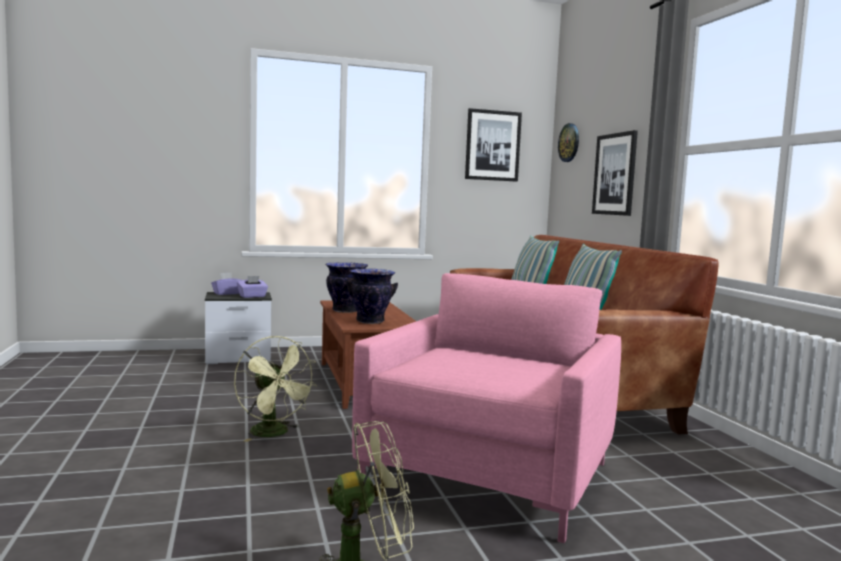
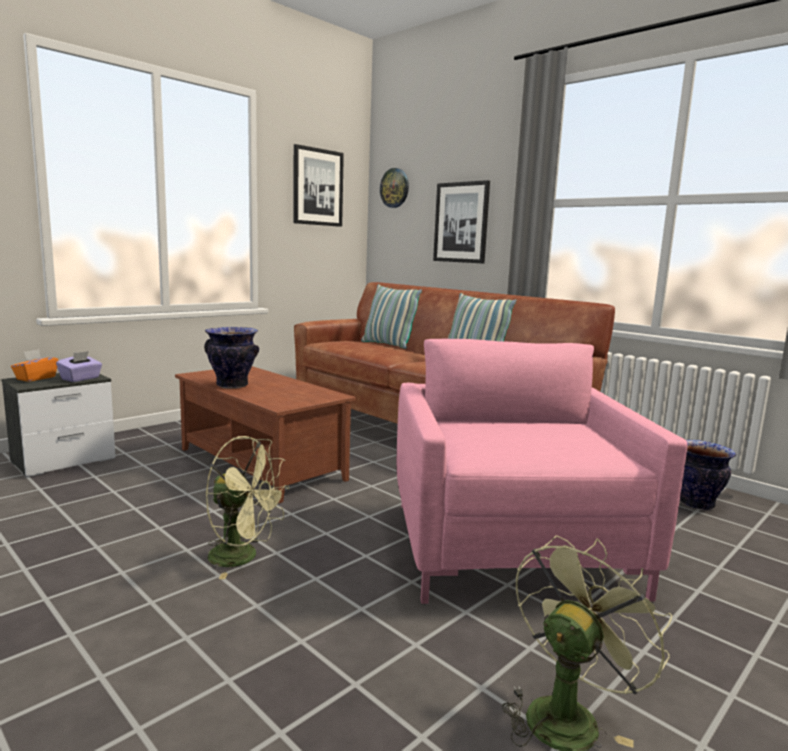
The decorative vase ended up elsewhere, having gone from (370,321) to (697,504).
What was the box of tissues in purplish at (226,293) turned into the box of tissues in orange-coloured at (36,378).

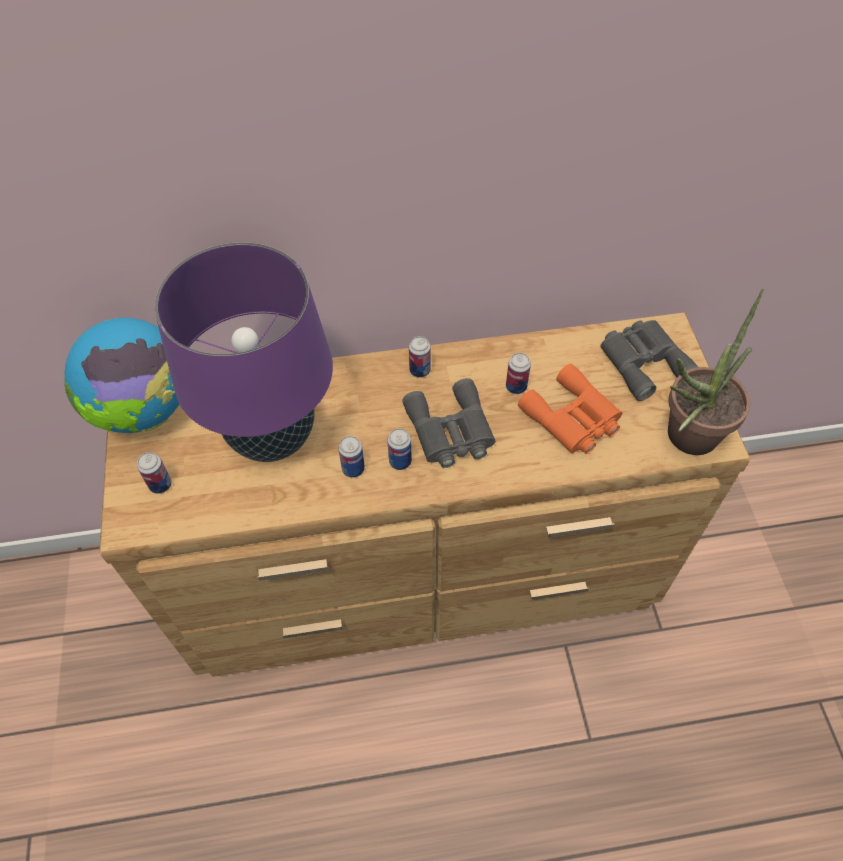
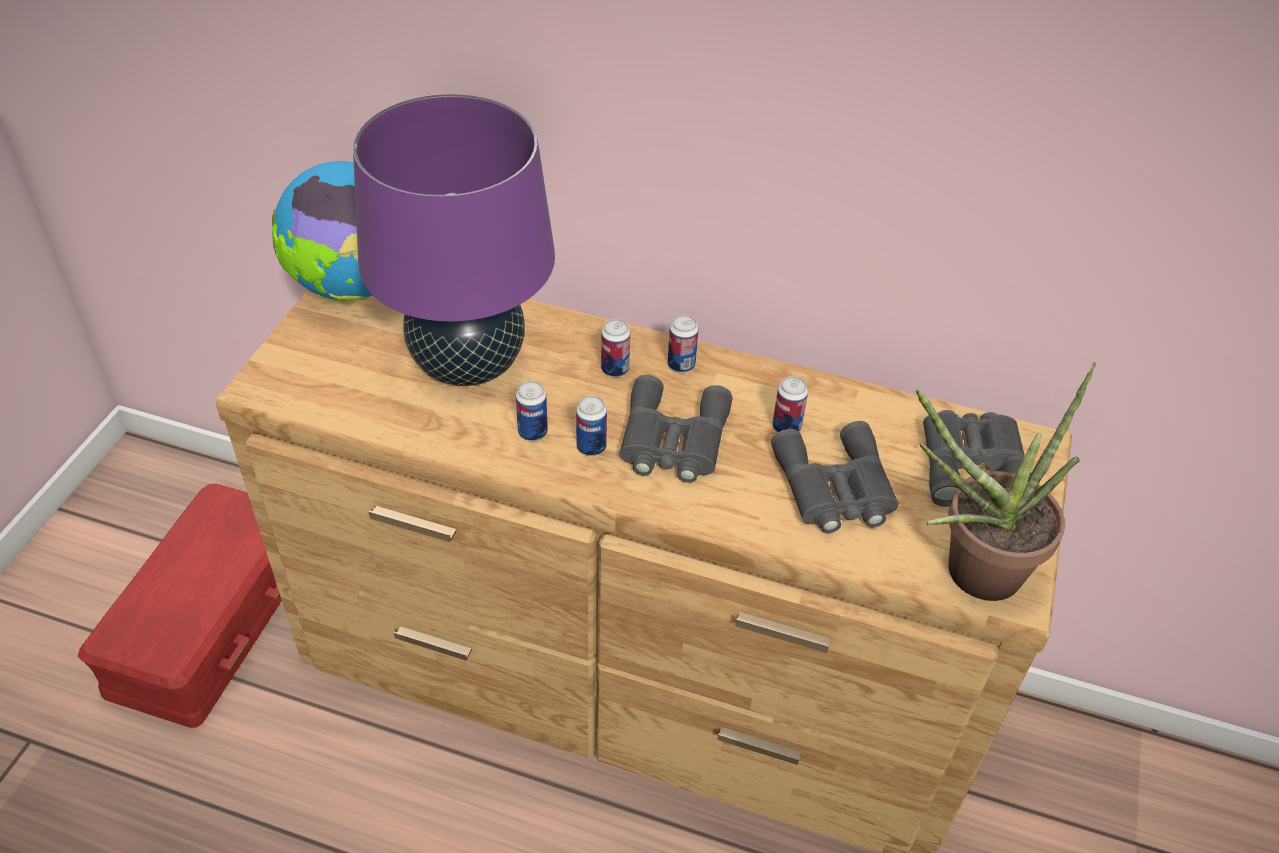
What was the field glasses in orange-coloured at (573,419) turned into the field glasses in grey at (834,489).
The metal can ended up elsewhere, having gone from (160,484) to (615,369).
The second view gained the storage bin in red at (209,619).

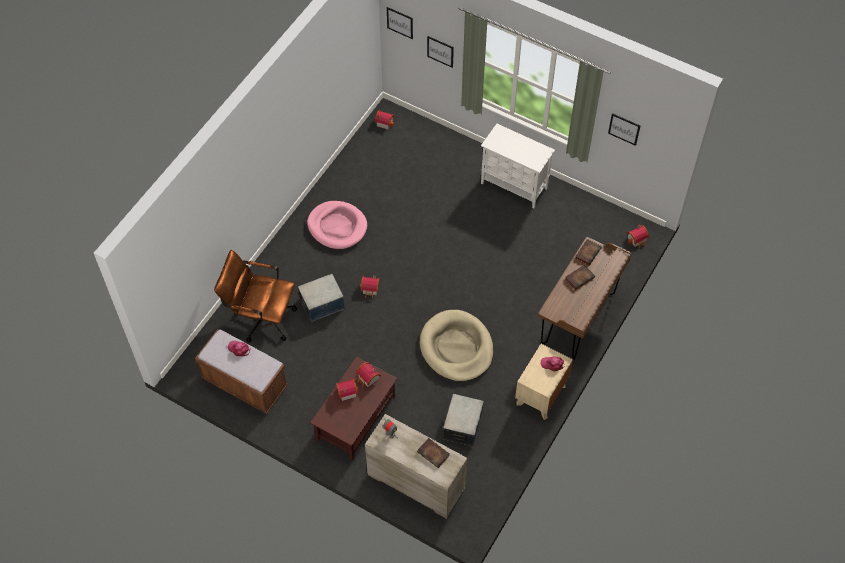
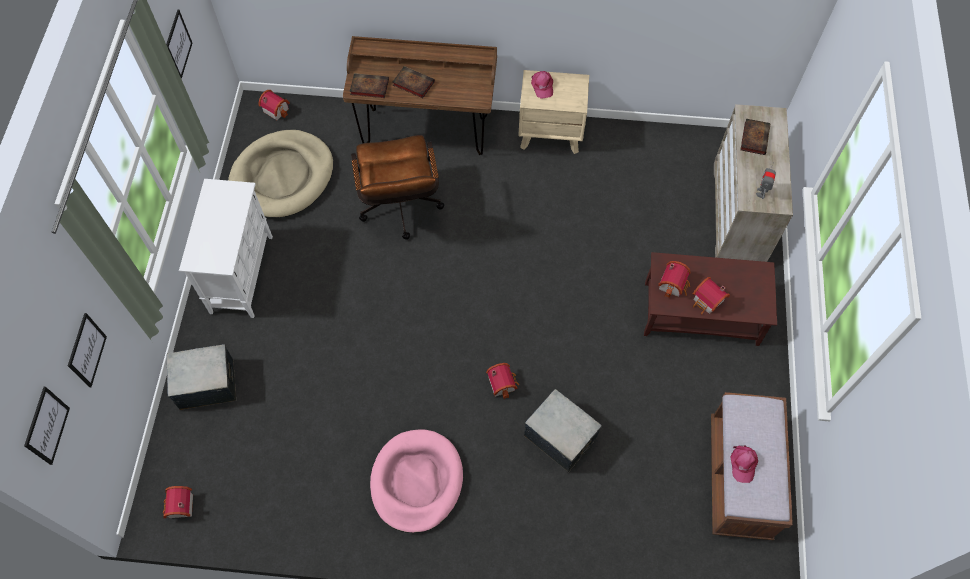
The desk chair in brown ended up elsewhere, having gone from (261,317) to (401,210).
The dog cushion in sand-coloured ended up elsewhere, having gone from (456,348) to (283,176).
The storage bin ended up elsewhere, having gone from (463,426) to (207,384).

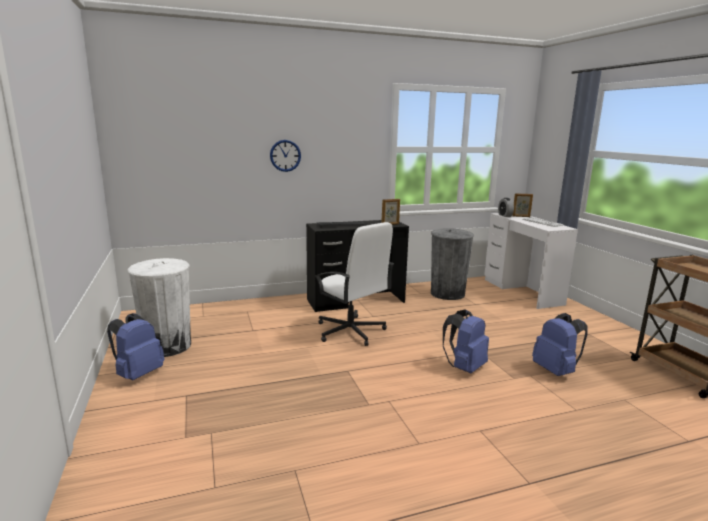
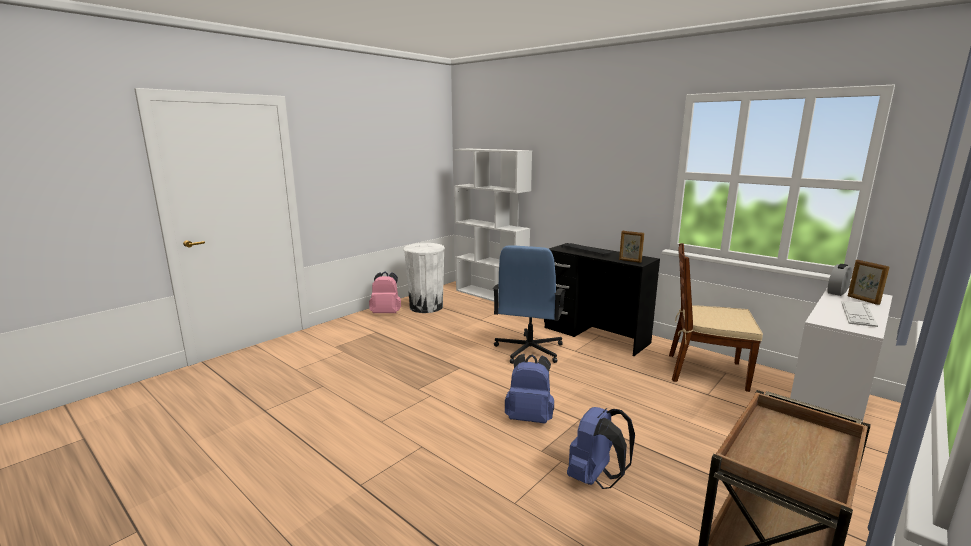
The second view lost the hanging clock at (285,155).
What was the desk chair in white at (350,331) turned into the desk chair in blue-coloured at (528,350).
Where the rubbish bin in grey stood at (447,294), the upright chair in brown came to stand at (705,371).
What was the backpack in blue-coloured at (138,374) turned into the backpack in pink-coloured at (386,313).
The second view gained the bookcase in white at (491,296).

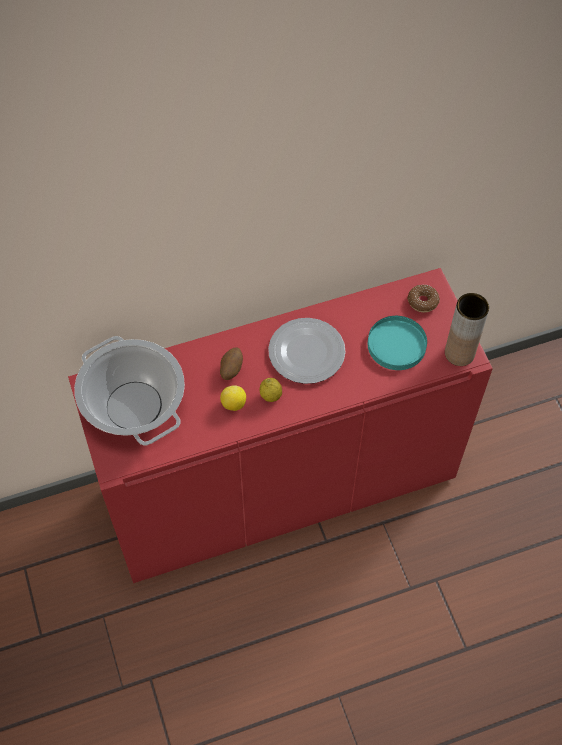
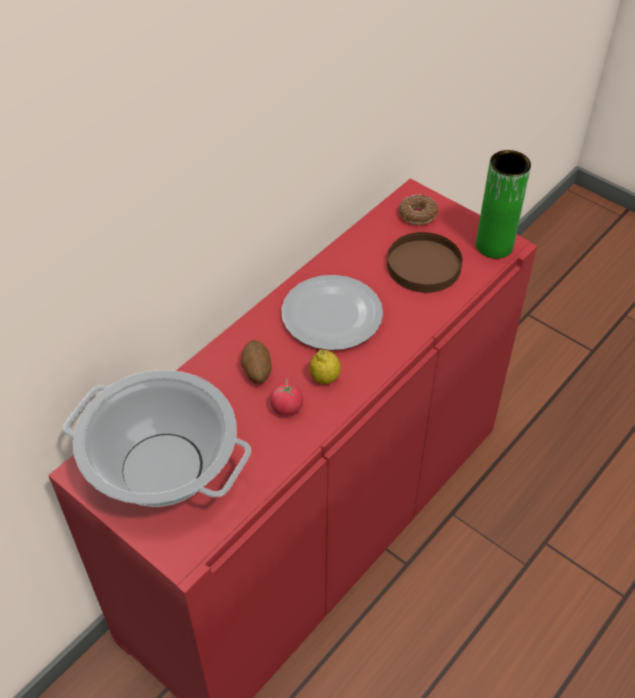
What was the decorative vase in brown at (459,353) turned into the decorative vase in green-coloured at (494,246).
What was the dinner plate in turquoise at (396,344) turned into the dinner plate in brown at (423,265).
Where the whole lemon stood at (233,404), the whole tomato came to stand at (287,407).

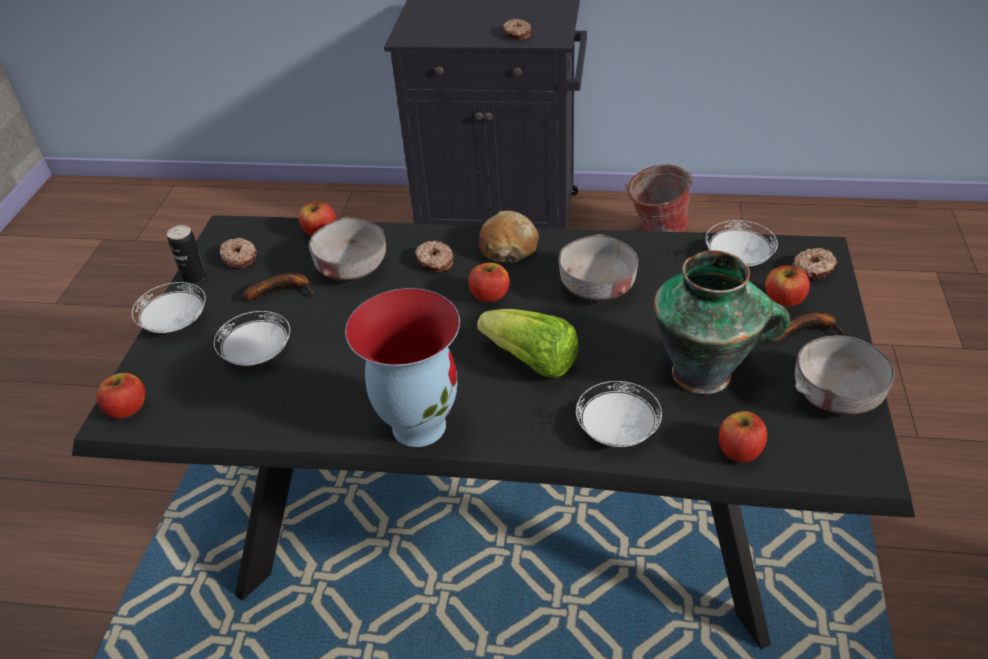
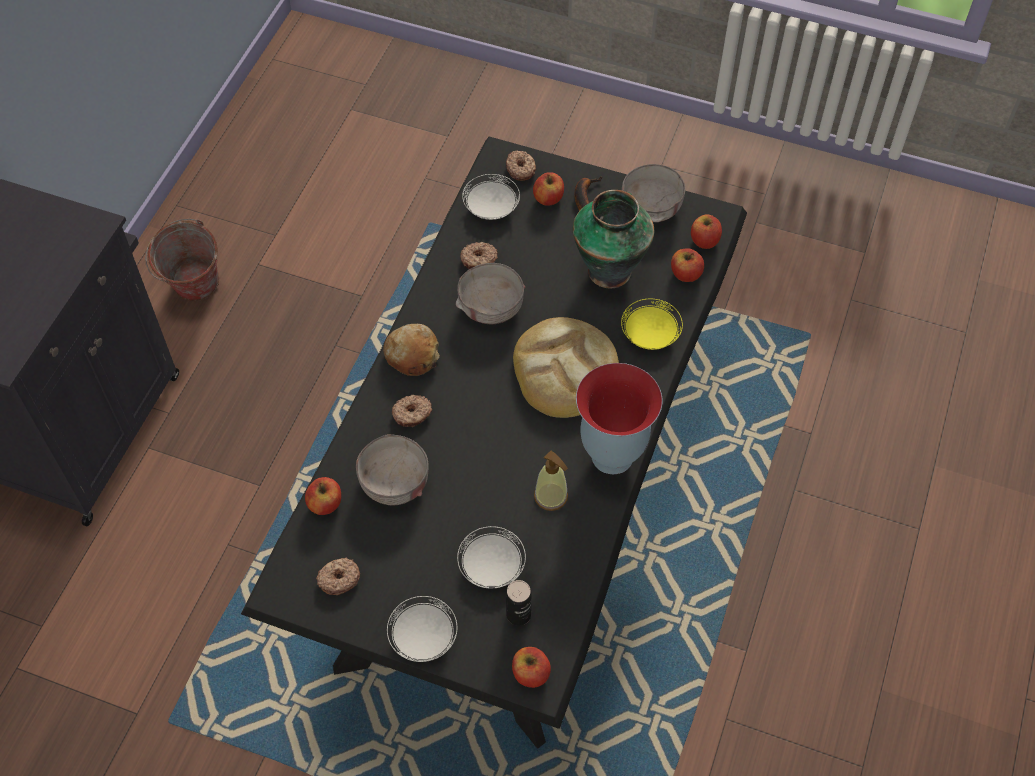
The doughnut ended up elsewhere, having gone from (517,34) to (479,260).
The metal can ended up elsewhere, having gone from (194,277) to (518,614).
The apple fruit ended up elsewhere, having gone from (490,295) to (704,240).
The second view lost the whole banana at (283,290).
Where the lettuce head stood at (531,361), the baked bread came to stand at (564,370).
What was the dinner plate in white at (617,431) turned into the dinner plate in yellow-coloured at (650,335).
The second view gained the soap bottle at (551,496).

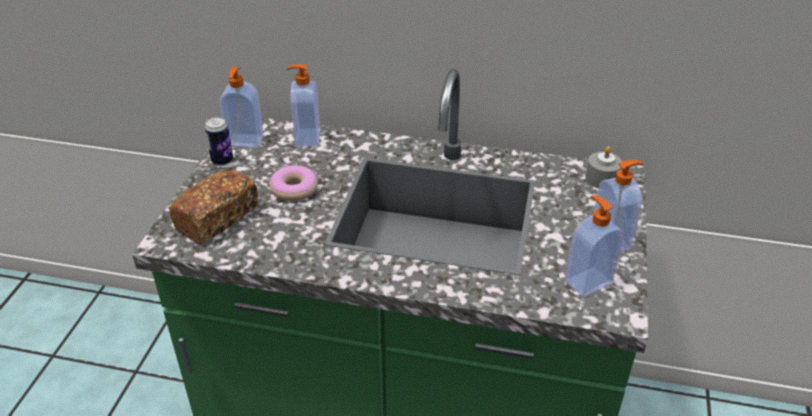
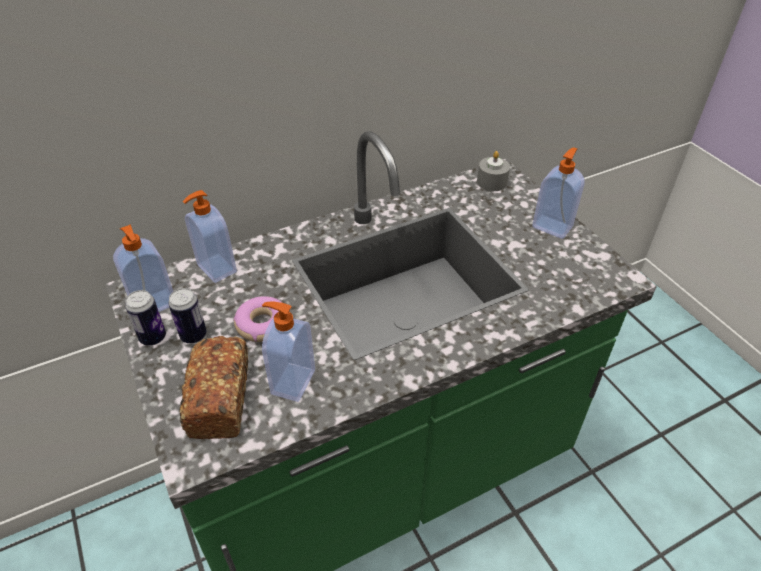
The soap bottle ended up elsewhere, having gone from (587,281) to (291,382).
The second view gained the metal can at (193,335).

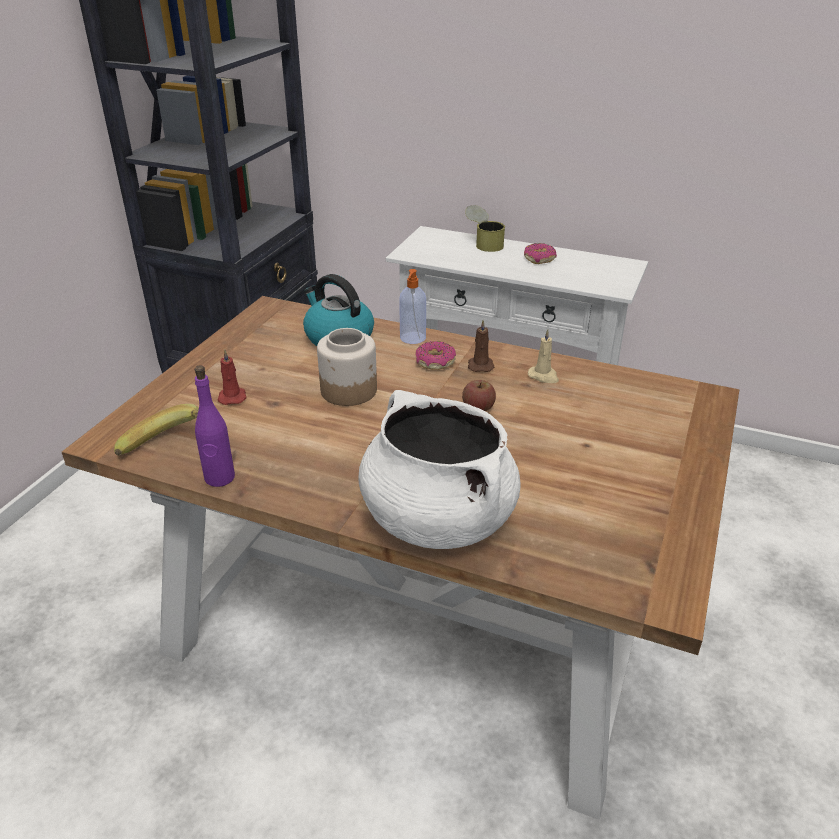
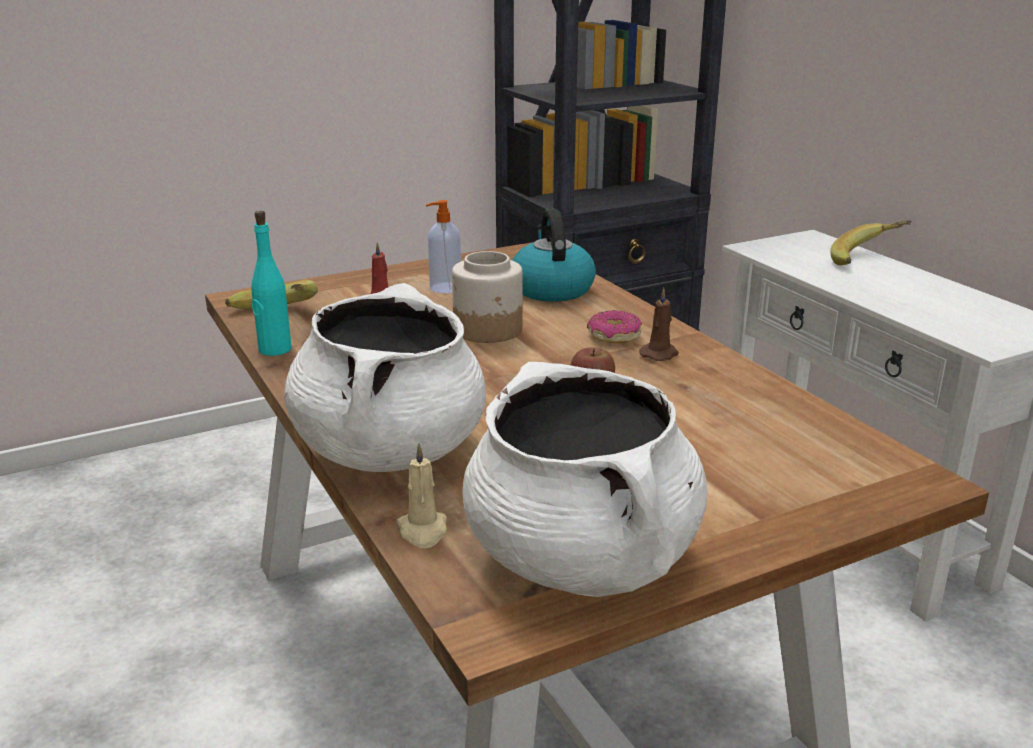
Where the metal can stood at (484,243), the whole banana came to stand at (867,261).
The second view lost the doughnut at (539,259).
The soap bottle ended up elsewhere, having gone from (412,338) to (444,288).
The candle in sand-coloured ended up elsewhere, having gone from (544,376) to (423,531).
What was the drink bottle in purplish at (219,478) turned into the drink bottle in turquoise at (274,349).
The second view gained the stockpot in white at (582,559).

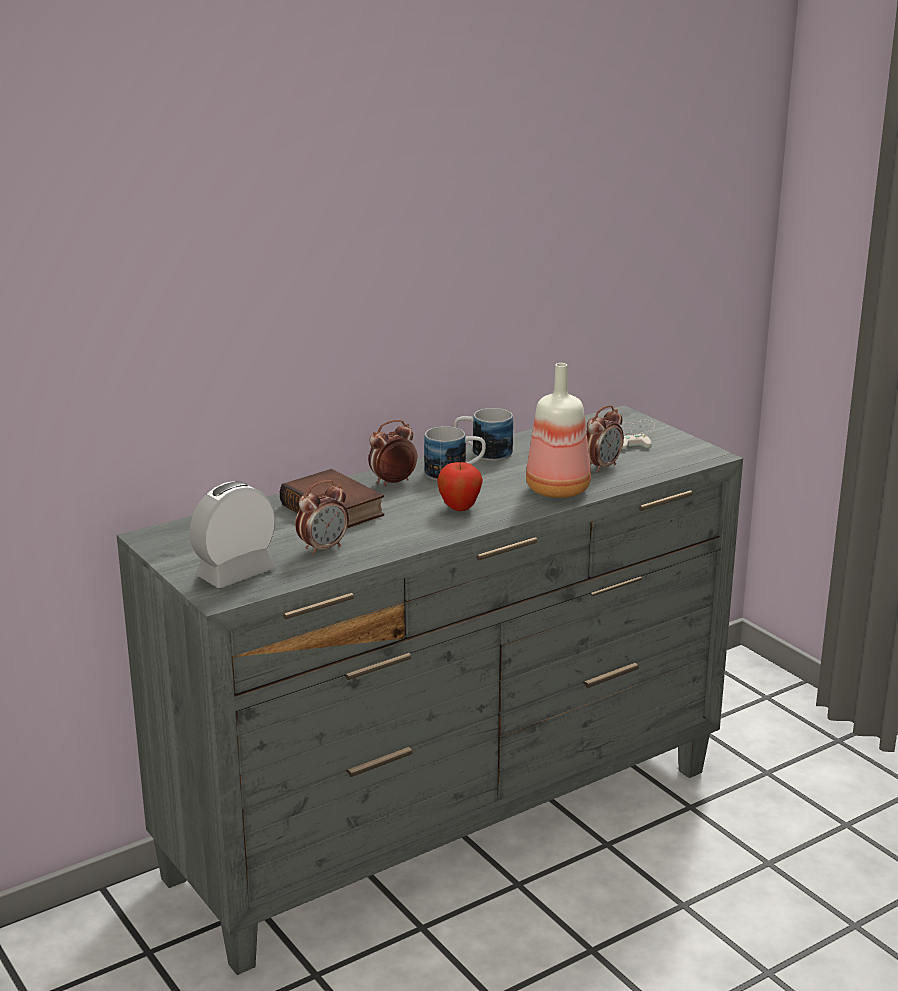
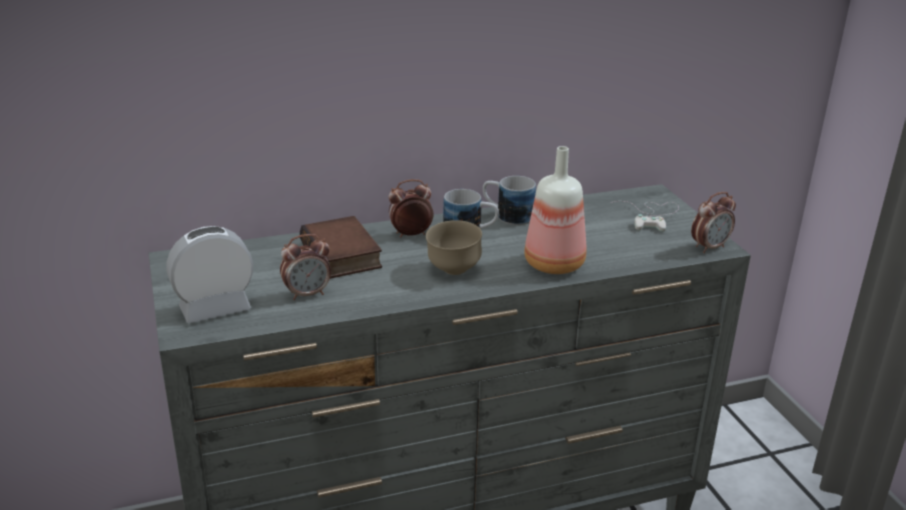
The bedside clock ended up elsewhere, having gone from (602,467) to (709,247).
Where the apple fruit stood at (459,509), the serving bowl in brown came to stand at (453,271).

